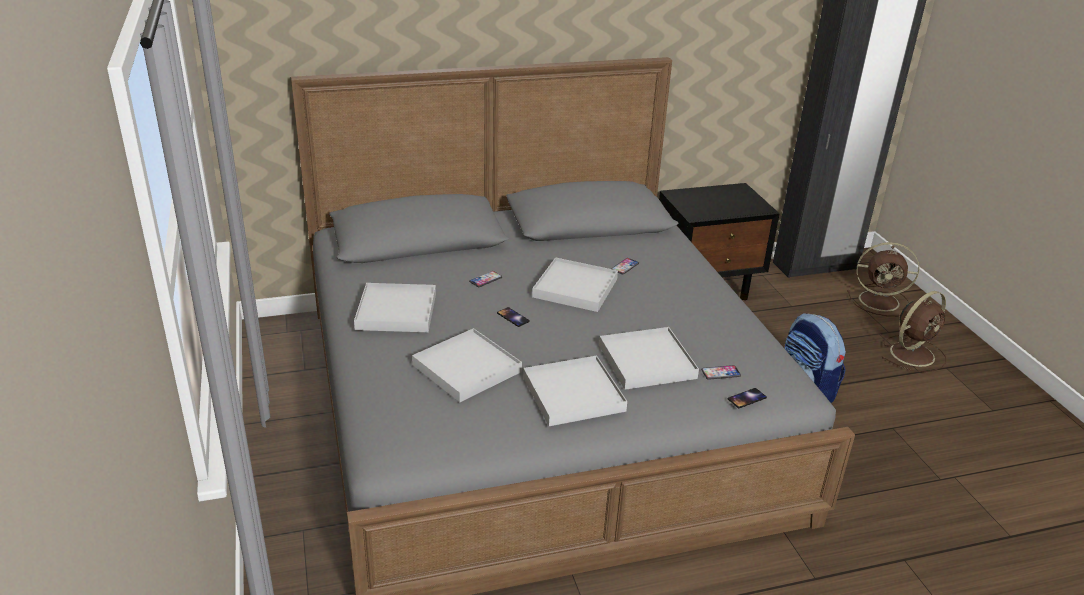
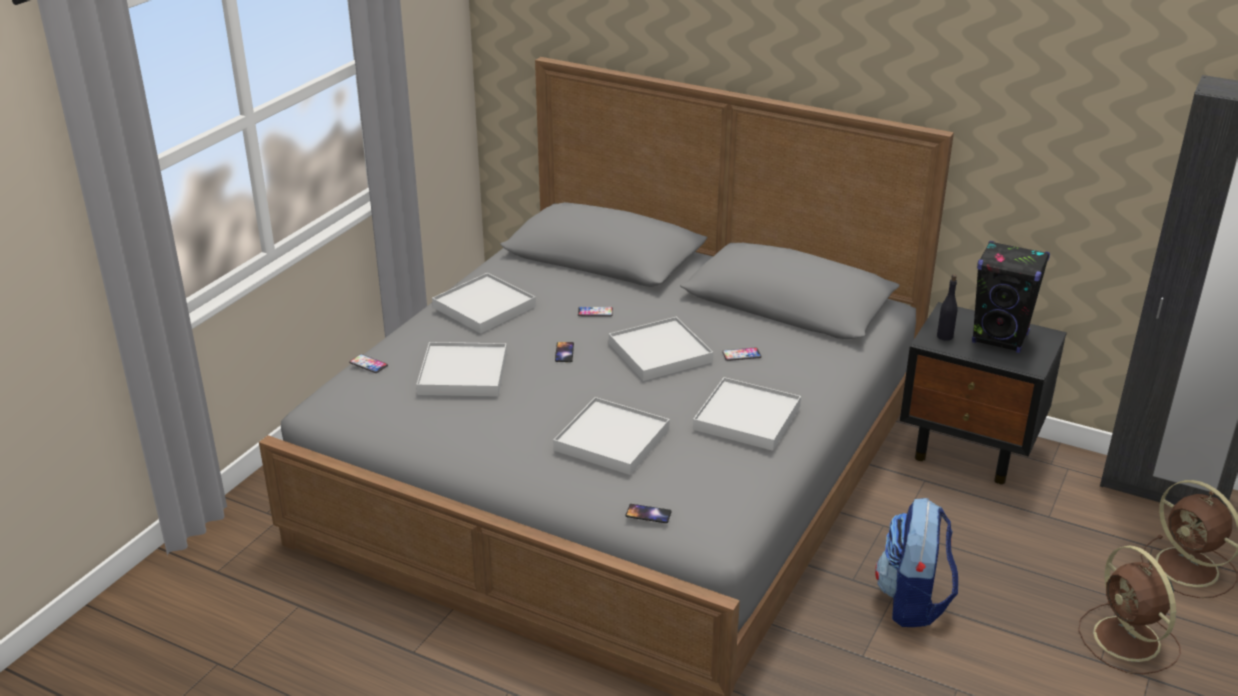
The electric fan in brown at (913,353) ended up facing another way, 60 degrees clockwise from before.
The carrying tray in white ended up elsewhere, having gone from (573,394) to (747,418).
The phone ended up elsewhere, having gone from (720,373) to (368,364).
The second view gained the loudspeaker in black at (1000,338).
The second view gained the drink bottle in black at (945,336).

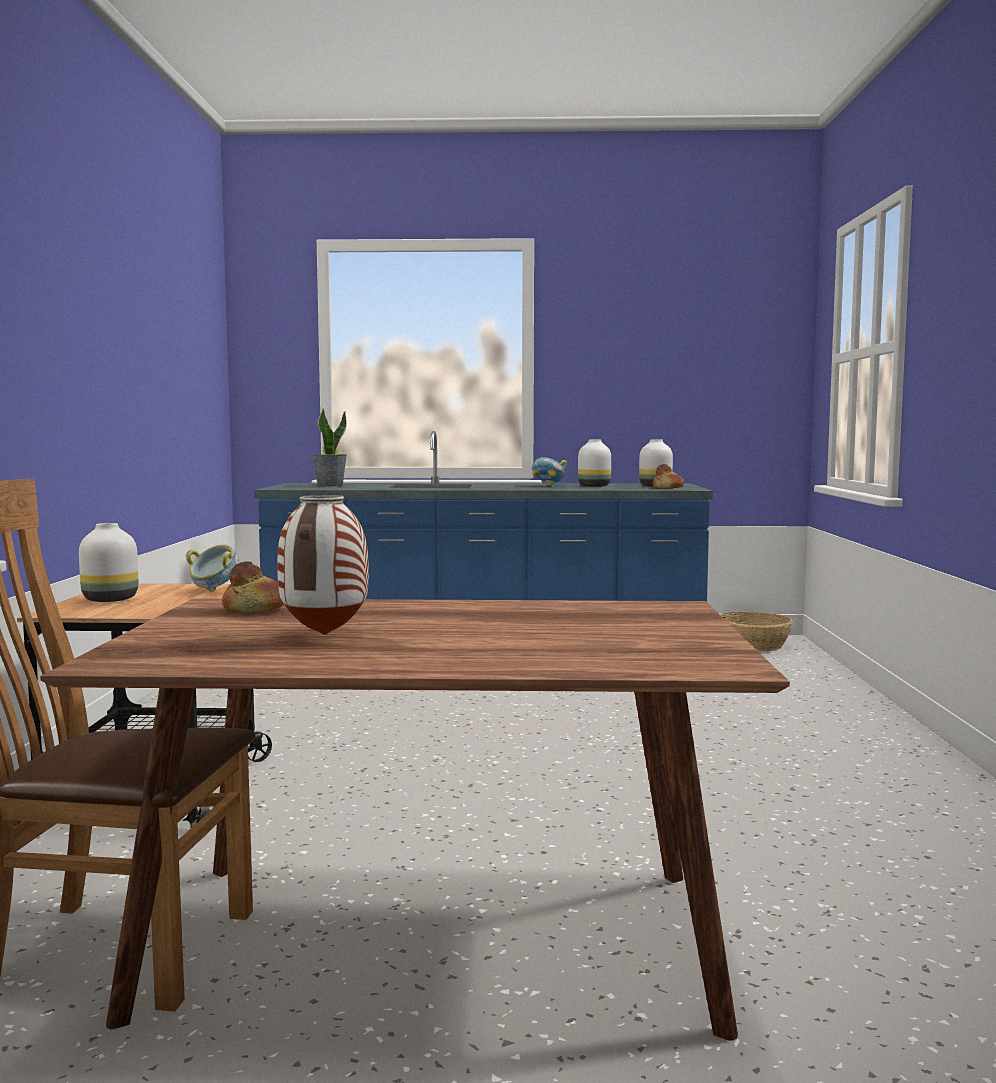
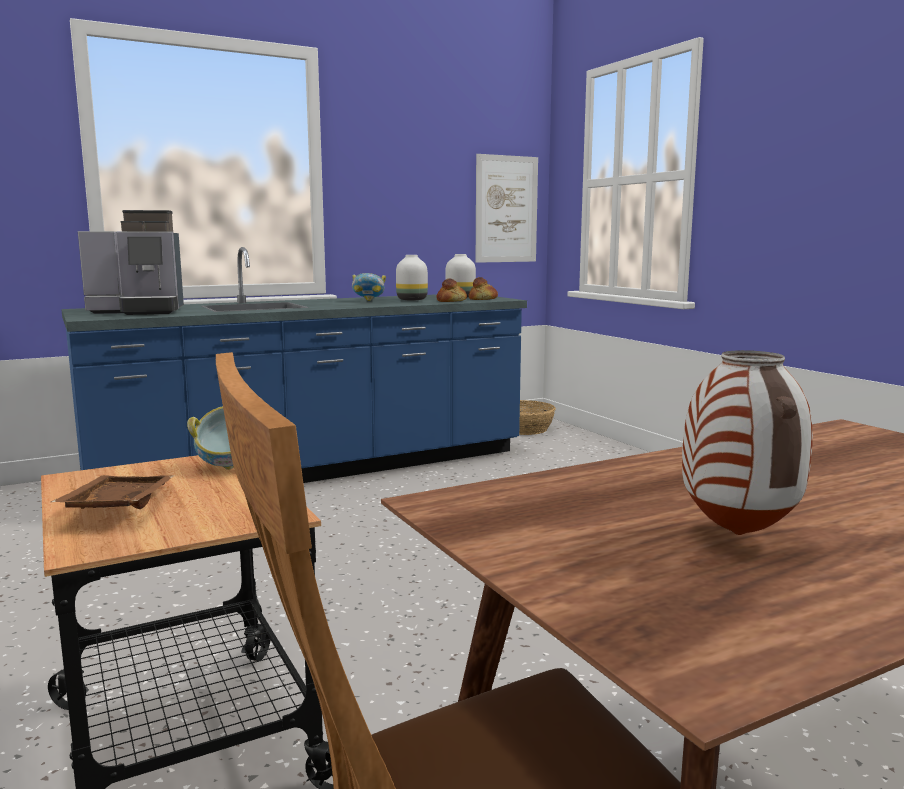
Where the plant in a pot stood at (329,486), the coffee maker came to stand at (140,311).
Where the decorative vase in white stood at (108,600), the carrying tray in brown came to stand at (117,506).
The baked bread ended up elsewhere, having gone from (255,609) to (451,301).
The second view gained the picture at (506,209).

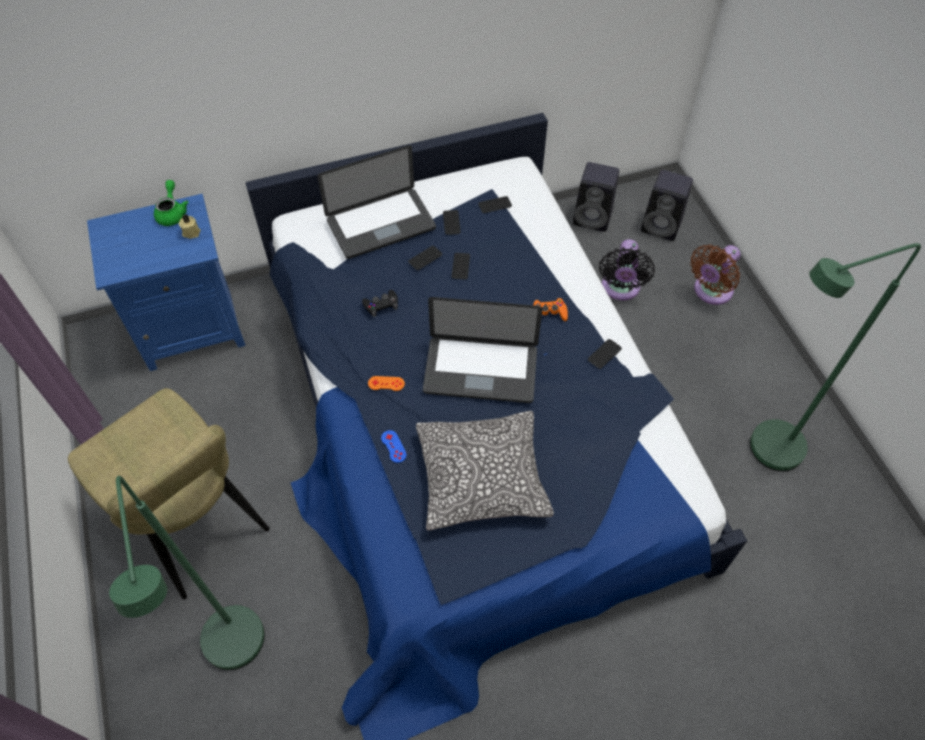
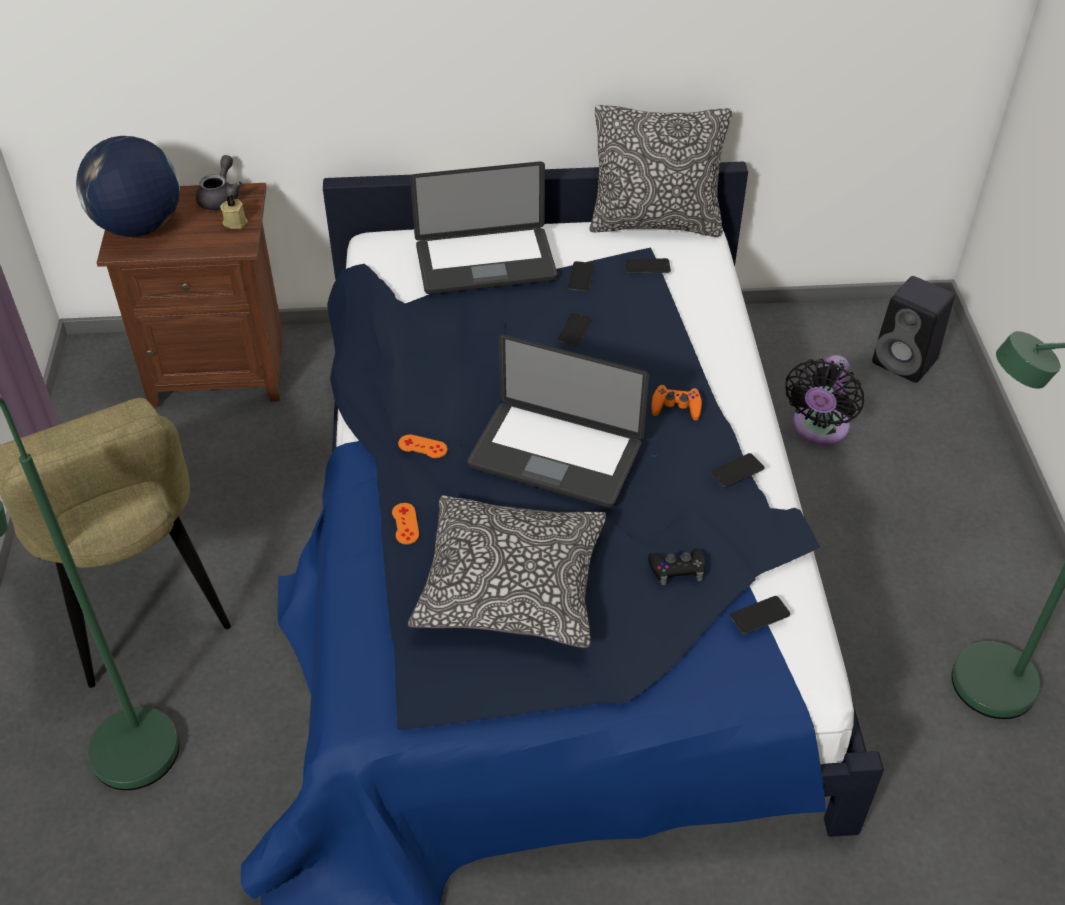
The second view lost the loudspeaker in black at (593,218).
What was the tea pot in green-coloured at (172,213) turned into the tea pot in grey at (221,197).
What was the night table in blue-coloured at (192,328) turned into the night table in brown at (219,368).
The second view lost the electric fan in brown at (710,292).
The phone ended up elsewhere, having gone from (425,258) to (759,615).
The gamepad in black ended up elsewhere, having gone from (381,305) to (677,569).
What was the gamepad in blue-coloured at (393,446) turned into the gamepad in orange-coloured at (405,524).
The second view gained the throw pillow at (655,222).
The second view gained the desk globe at (139,227).

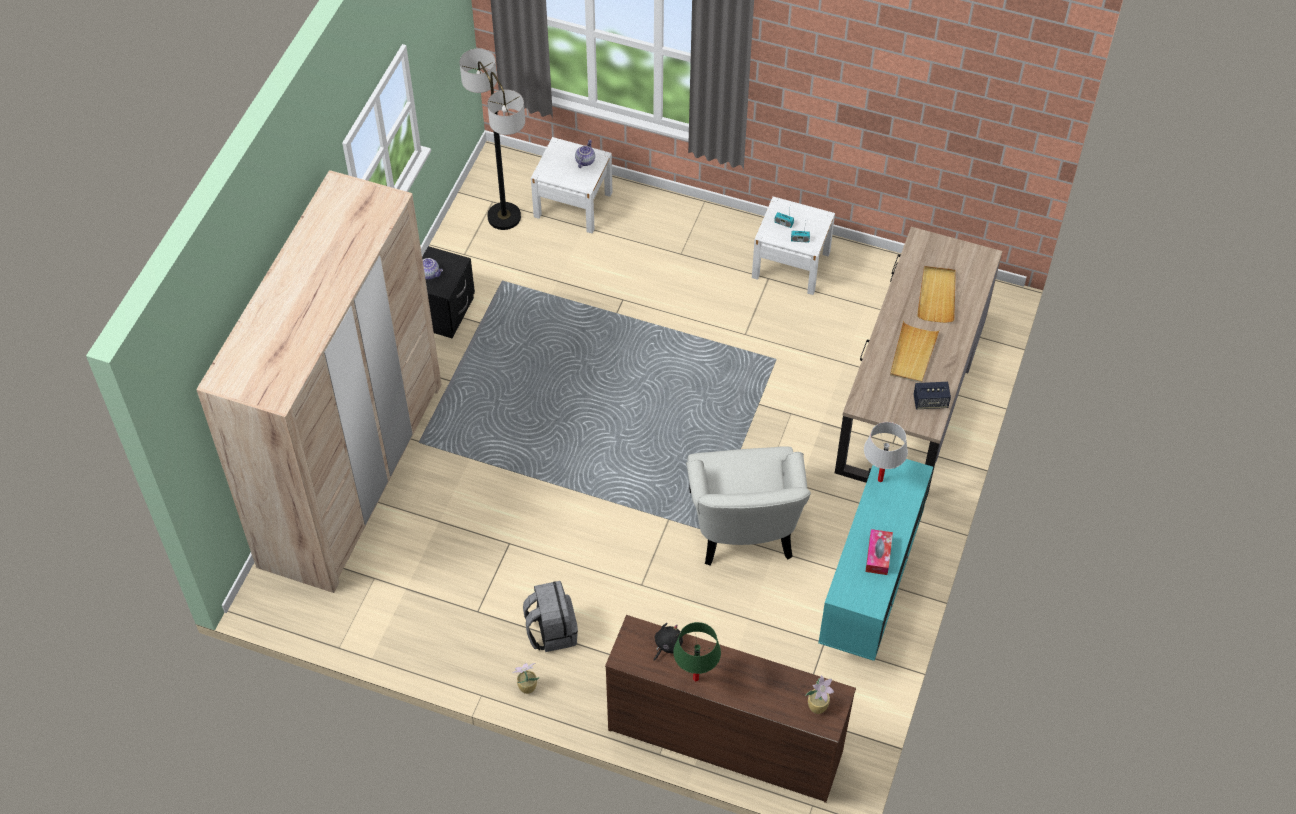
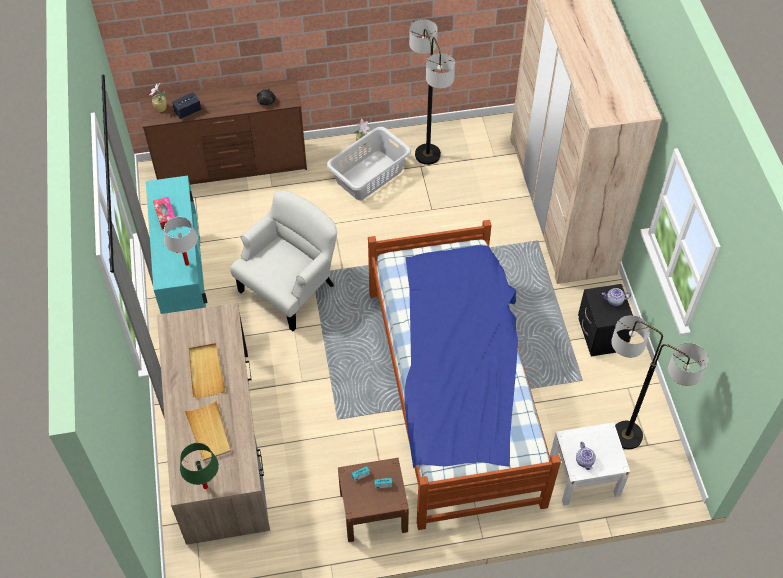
What was the night table in white at (791,265) turned into the night table in brown at (373,511).
The loudspeaker ended up elsewhere, having gone from (930,402) to (188,111).
The easy chair in white at (744,526) ended up facing another way, 75 degrees clockwise from before.
Where the backpack in grey stood at (551,631), the laundry basket in grey came to stand at (370,175).
The tabletop lamp in green-coloured ended up elsewhere, having gone from (696,678) to (205,487).
The second view gained the floor lamp at (427,154).
The second view gained the sleeping bed at (454,393).

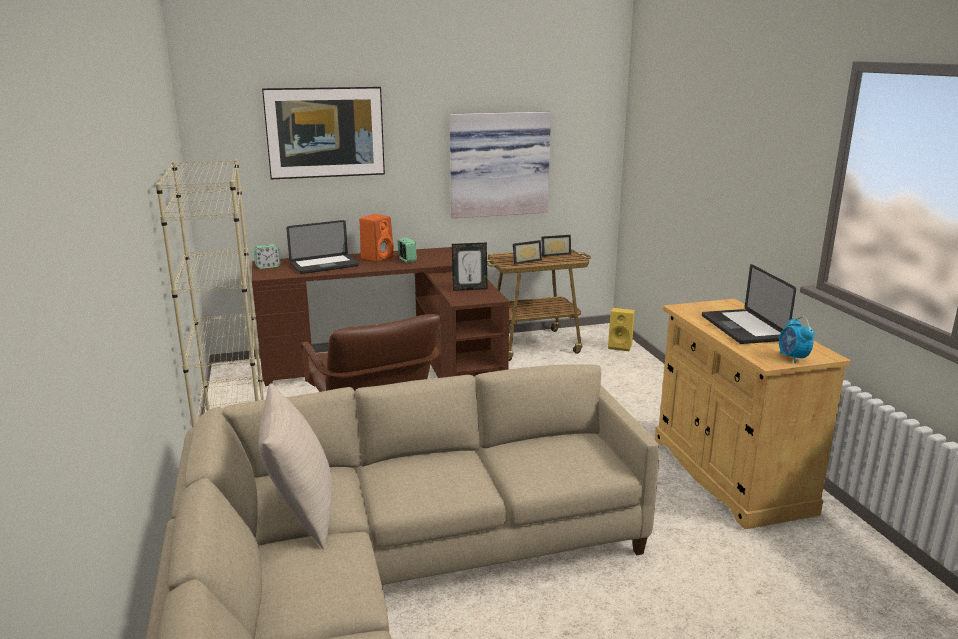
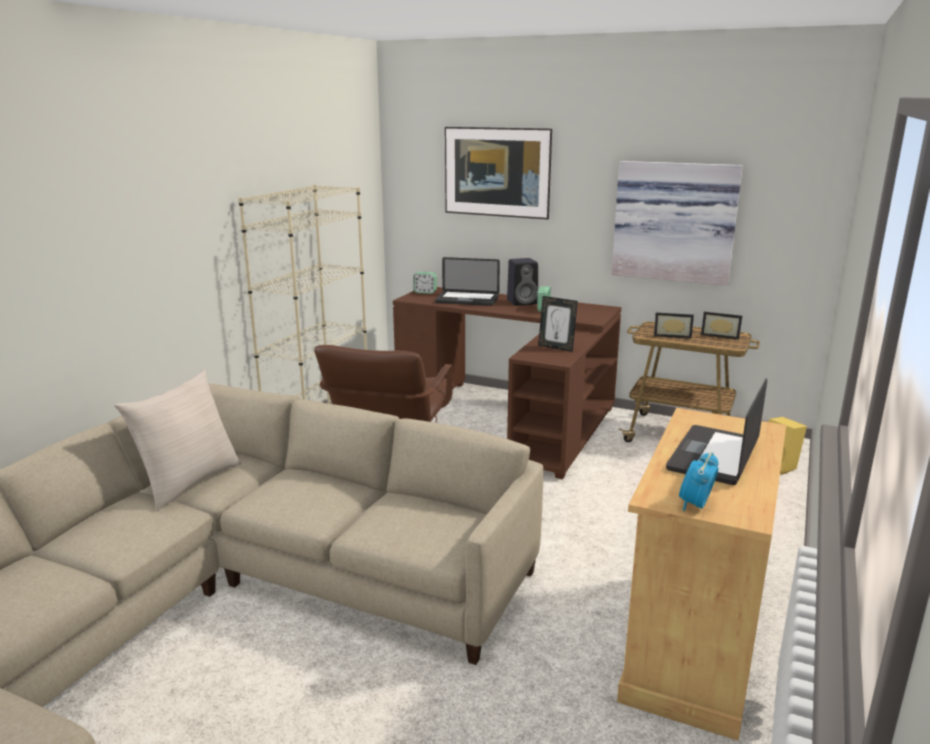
What was the loudspeaker in orange-coloured at (377,257) turned into the loudspeaker in black at (523,302).

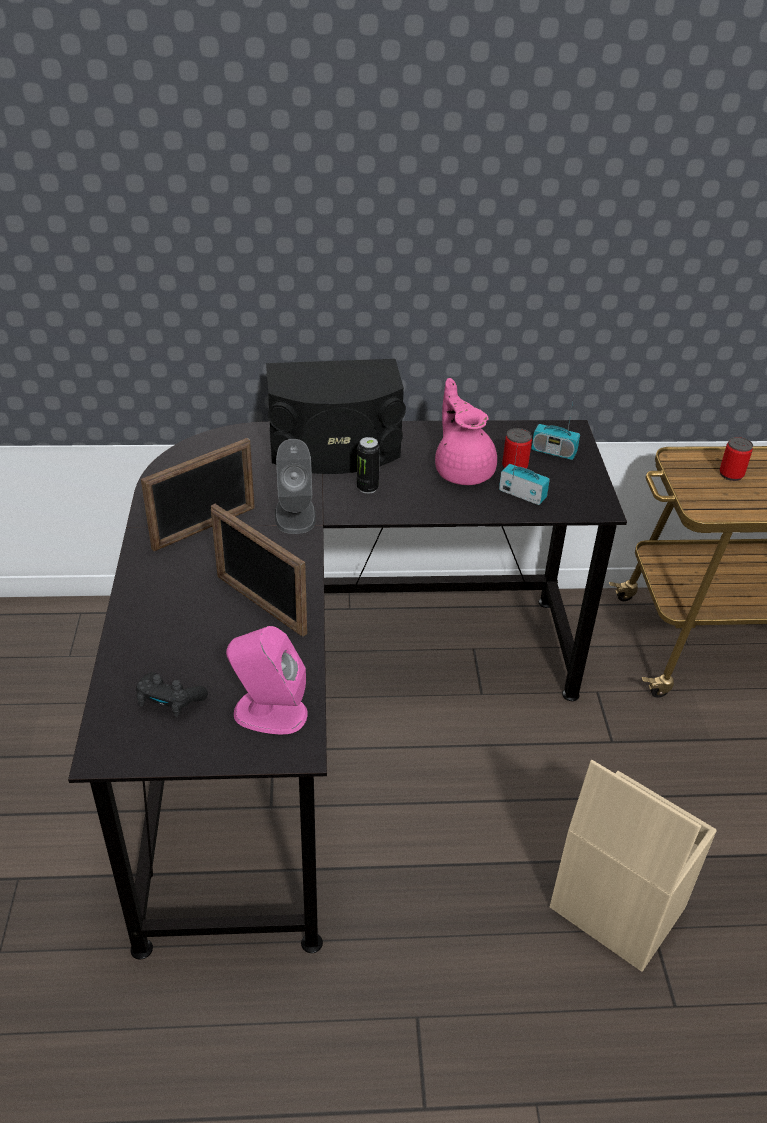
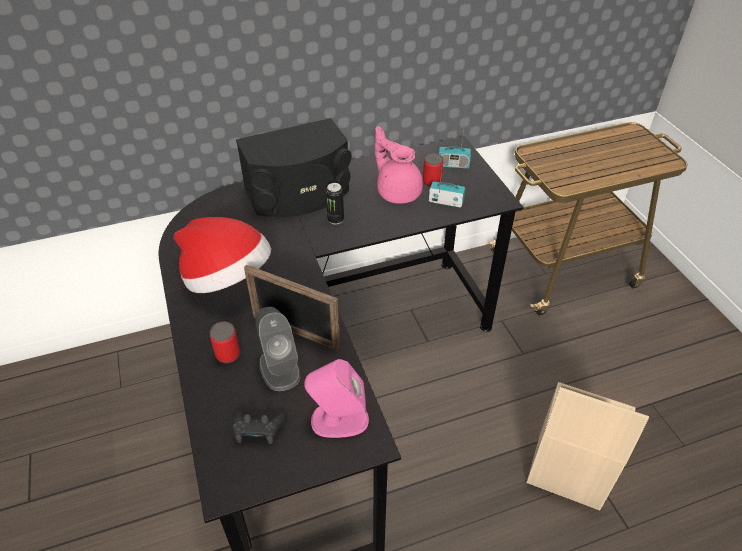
The metal can ended up elsewhere, having gone from (731,474) to (228,354).
Where the picture frame stood at (205,528), the hat came to stand at (227,279).
The loudspeaker in grey ended up elsewhere, having gone from (295,515) to (279,368).

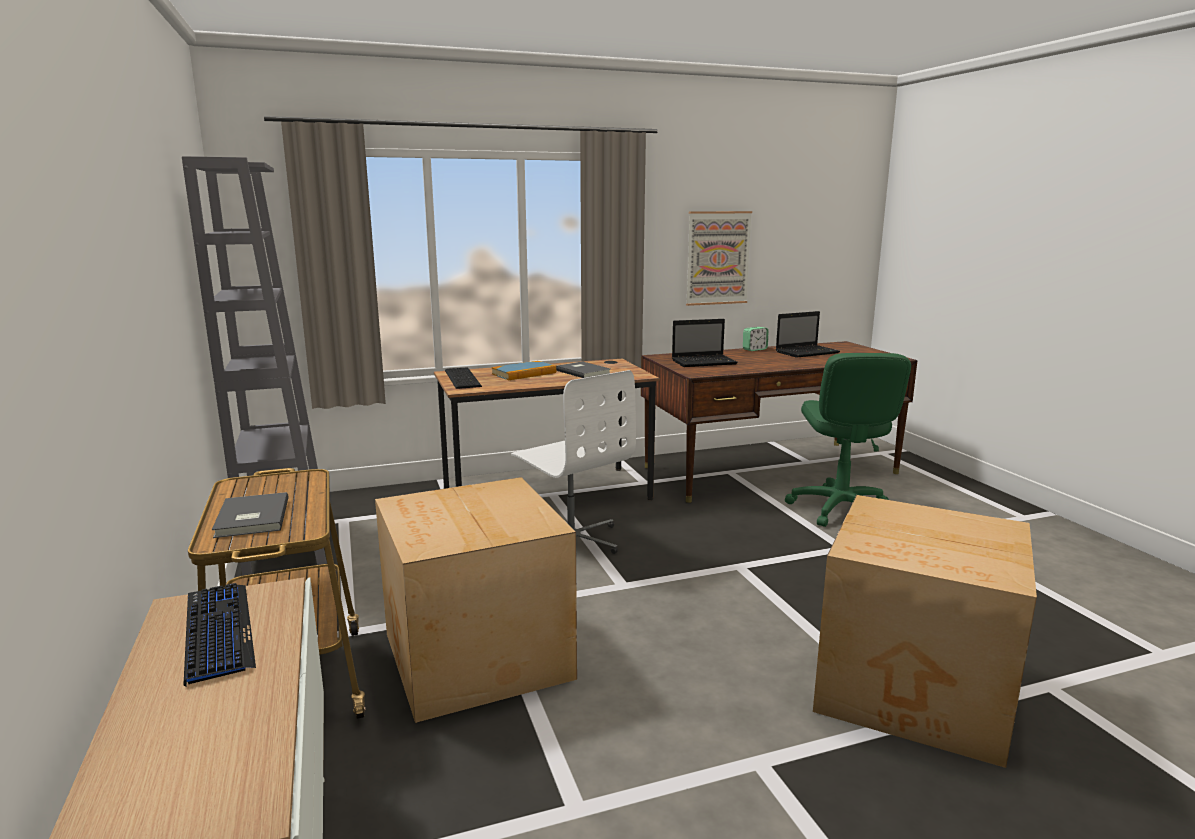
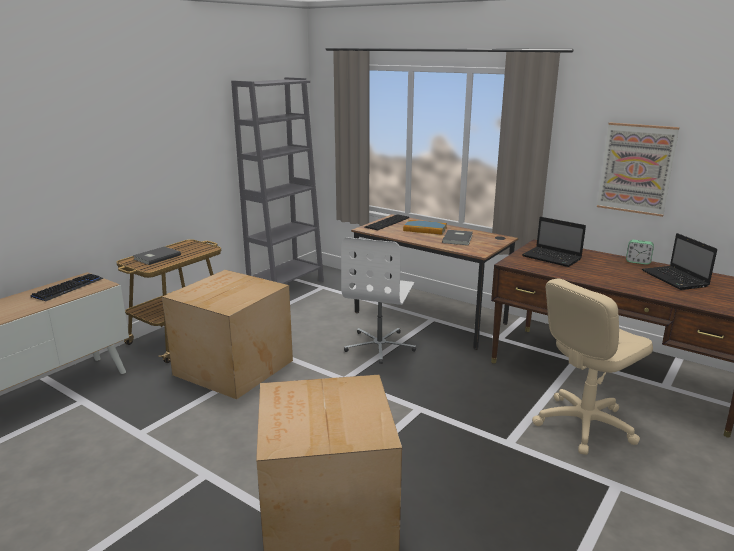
The notebook computer at (808,352) ended up facing another way, 45 degrees clockwise from before.
What was the desk chair in green-coloured at (839,509) turned into the desk chair in sand-coloured at (583,425).

